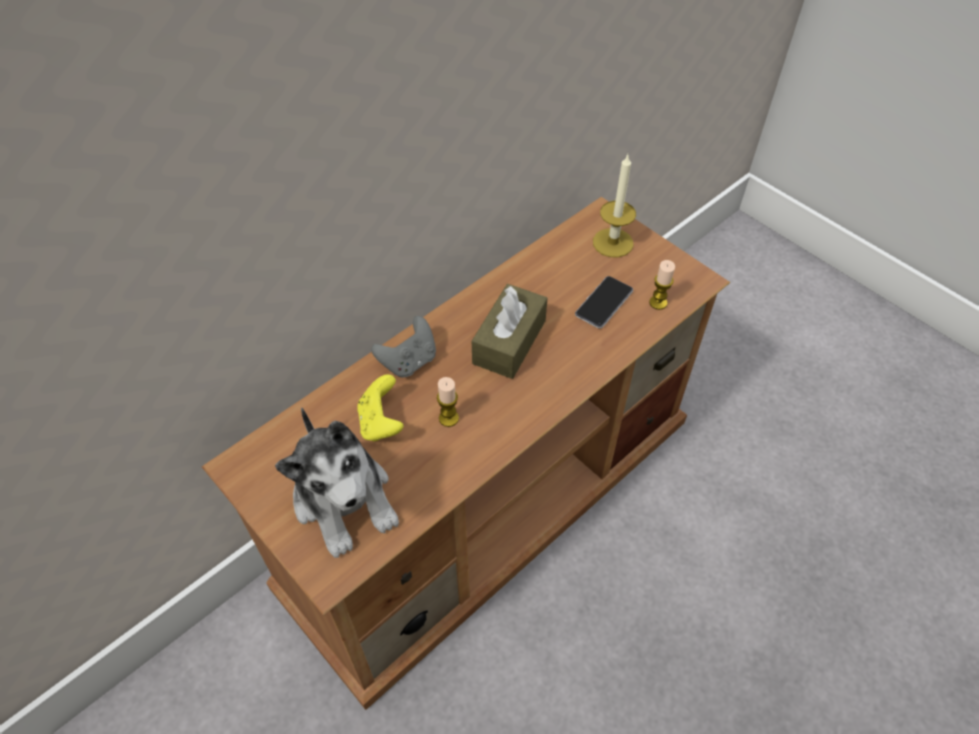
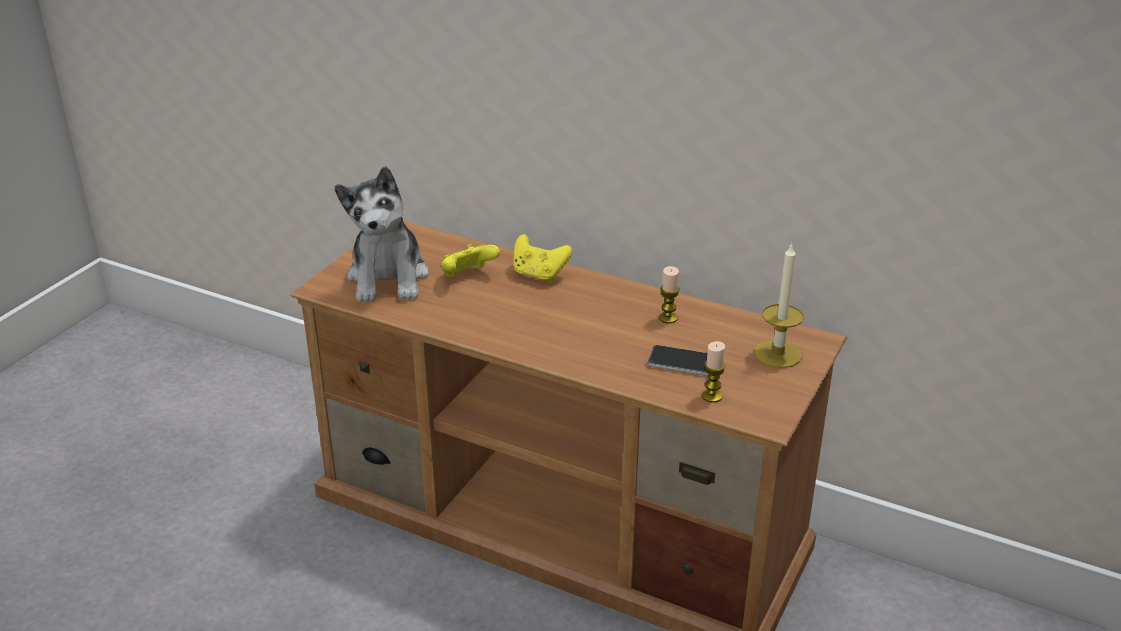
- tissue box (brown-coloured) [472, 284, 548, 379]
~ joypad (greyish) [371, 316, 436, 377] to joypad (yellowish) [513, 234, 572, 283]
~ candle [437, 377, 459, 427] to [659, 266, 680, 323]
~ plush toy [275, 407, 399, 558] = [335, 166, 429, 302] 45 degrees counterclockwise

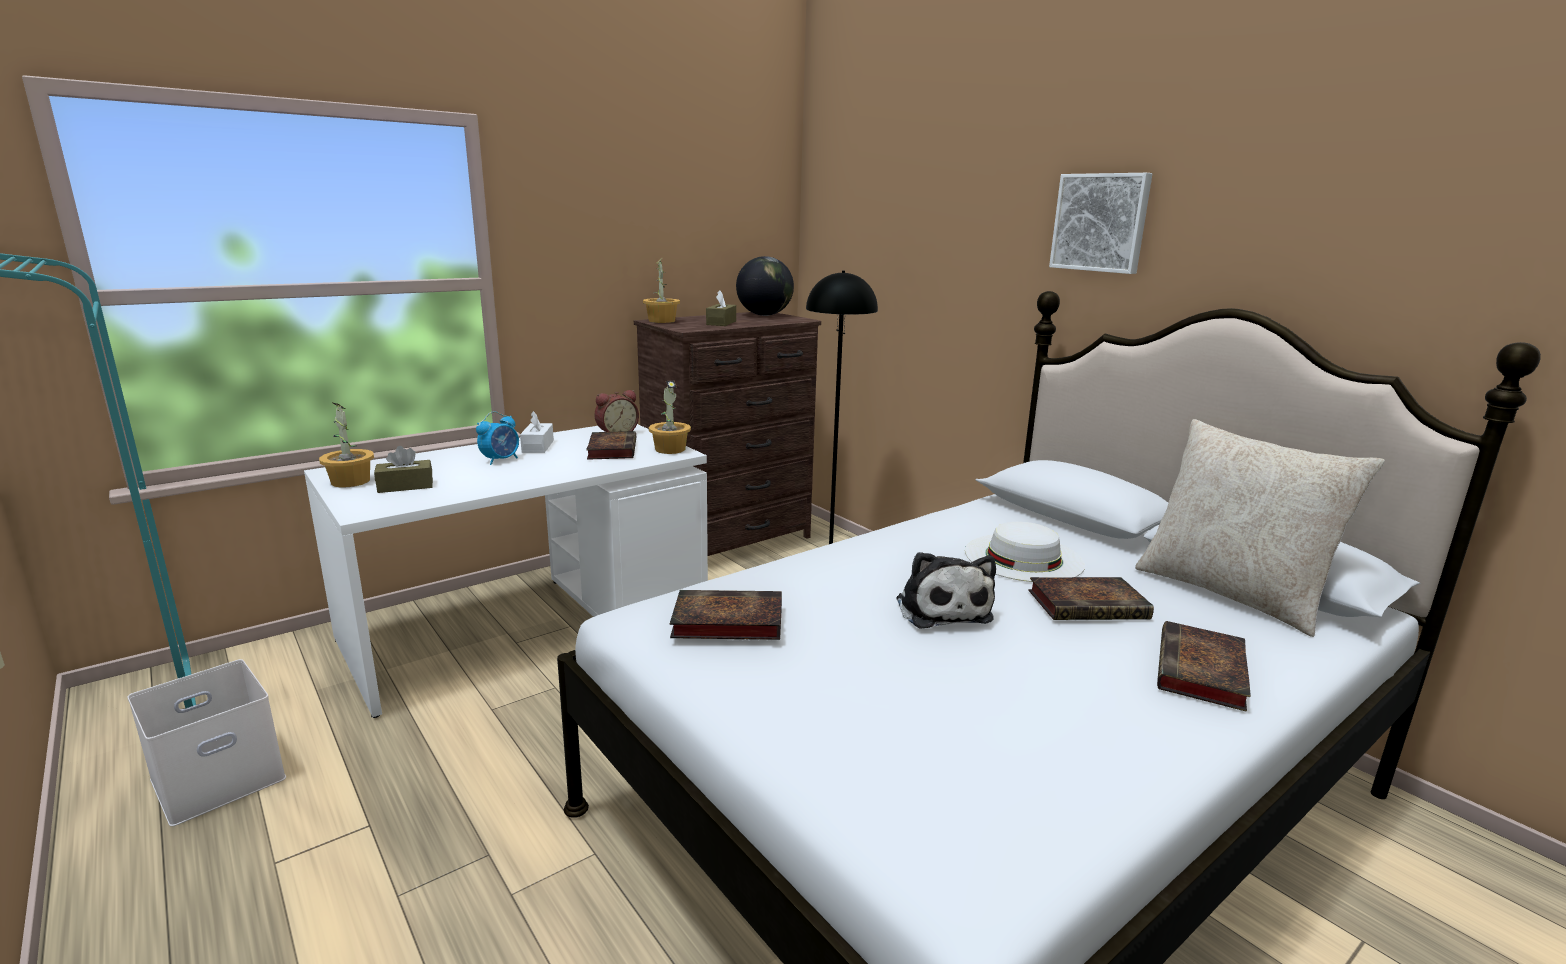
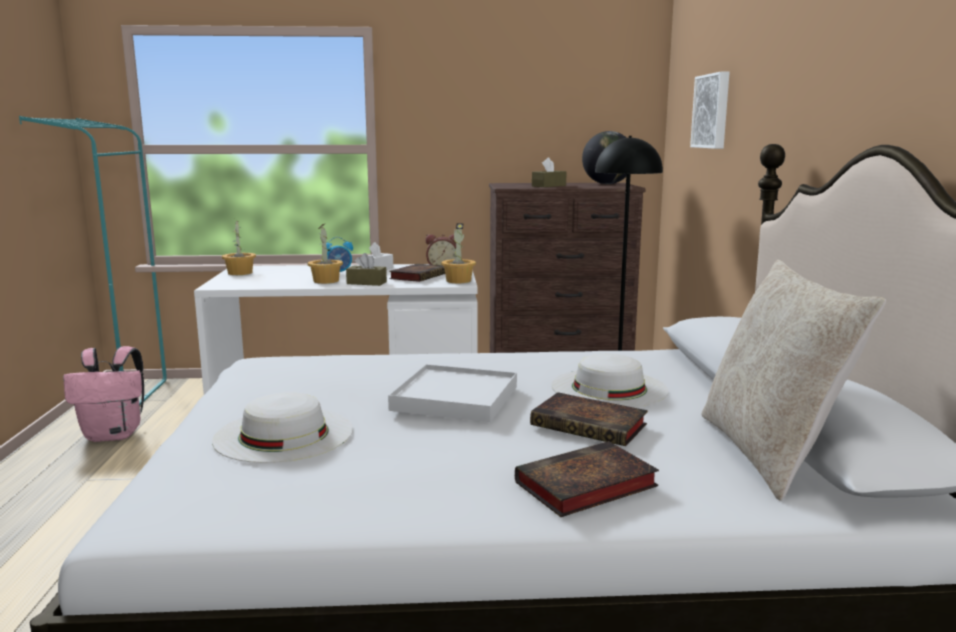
~ wall picture [1049, 173, 1153, 274] to [690, 71, 730, 149]
~ potted plant [643, 258, 680, 323] to [308, 224, 343, 284]
~ tissue box (brown-coloured) [374, 446, 433, 493] to [346, 253, 387, 286]
~ plush toy [896, 552, 996, 628] to carrying tray (whitish) [388, 364, 517, 422]
- volume [670, 590, 782, 640]
~ storage container (whitish) [127, 659, 286, 826] to backpack (pinkish) [63, 346, 144, 442]
+ clothing hat (whitish) [212, 392, 353, 463]

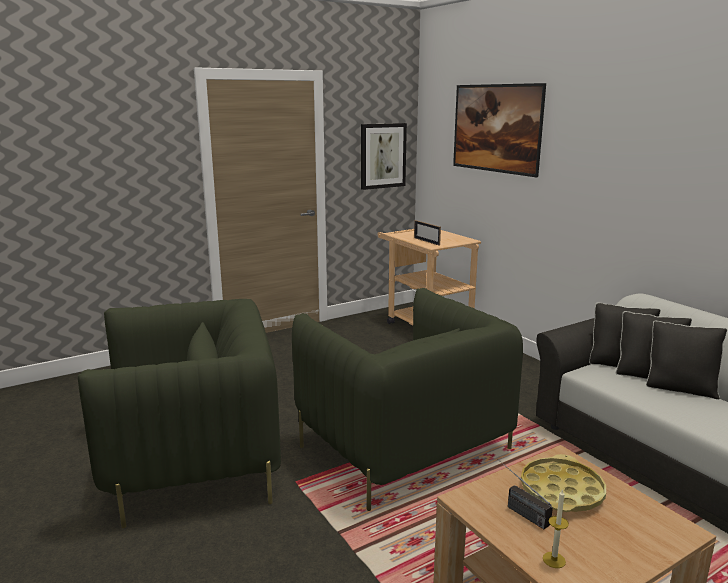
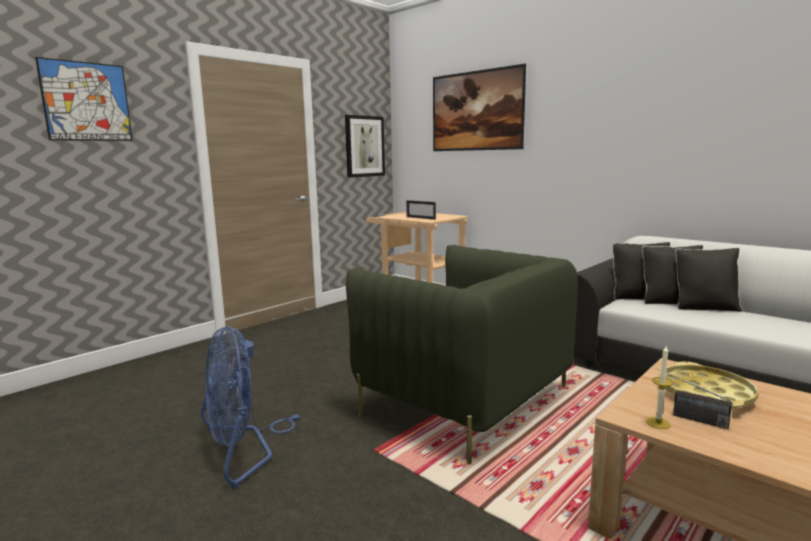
~ easy chair (green-coloured) [78, 299, 281, 528] to fan (bluish) [201, 326, 302, 489]
~ candle [543, 489, 569, 568] to [646, 346, 673, 429]
+ wall picture [35, 57, 133, 141]

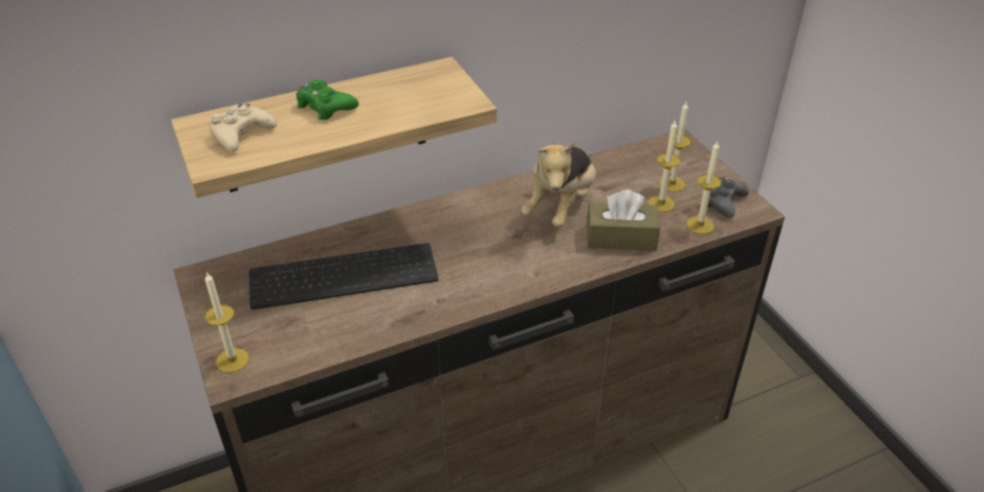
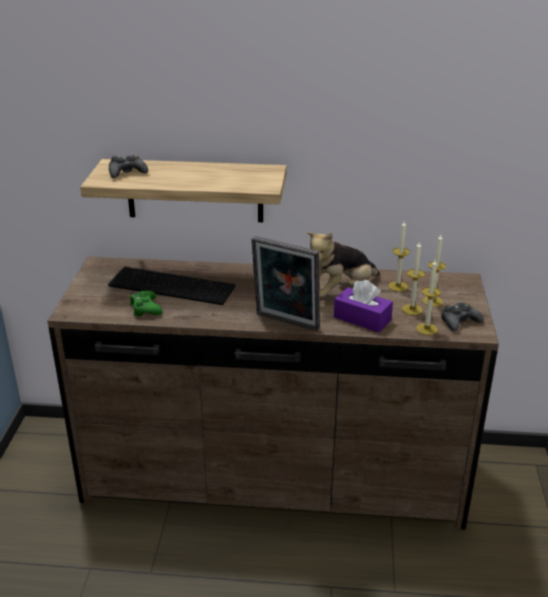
~ joypad (green-coloured) [296, 80, 359, 120] to [130, 291, 163, 317]
~ joypad (sand-coloured) [209, 103, 277, 152] to joypad (black) [109, 155, 148, 178]
~ tissue box (brown-coloured) [587, 190, 660, 251] to tissue box (purplish) [334, 280, 393, 333]
~ candle [205, 273, 249, 373] to [388, 221, 410, 292]
+ picture frame [251, 236, 320, 331]

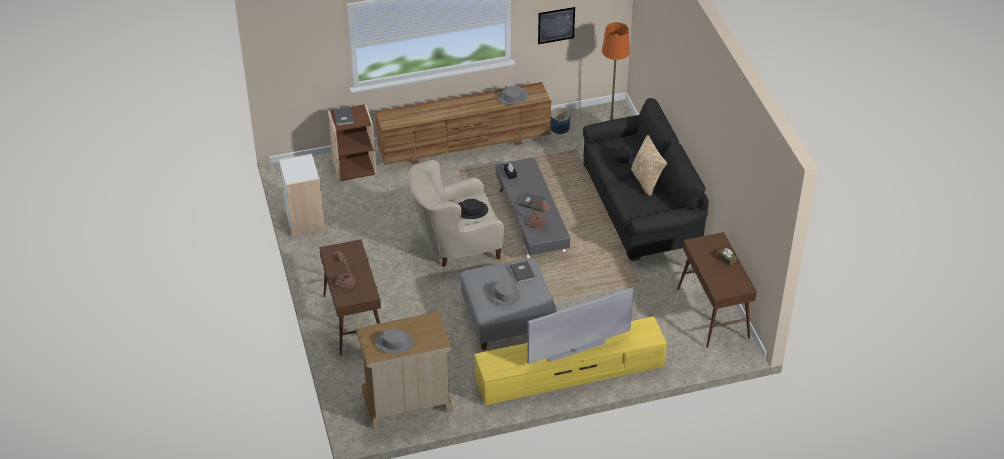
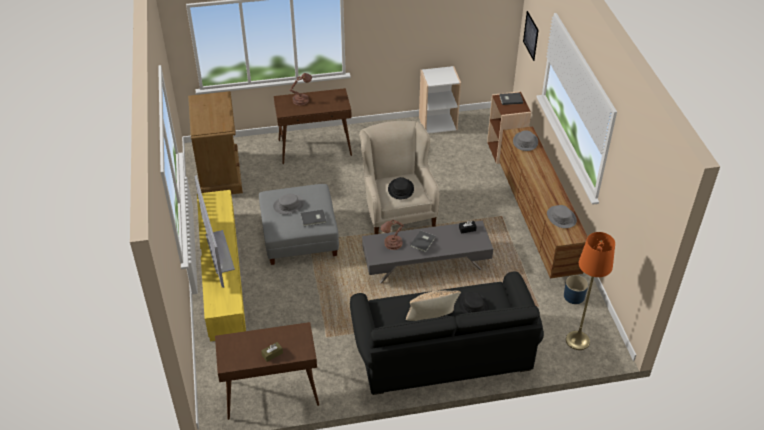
~ wall picture [538, 7, 575, 44] to [523, 11, 539, 61]
~ clothing hat (greyish) [375, 329, 413, 353] to [513, 130, 538, 151]

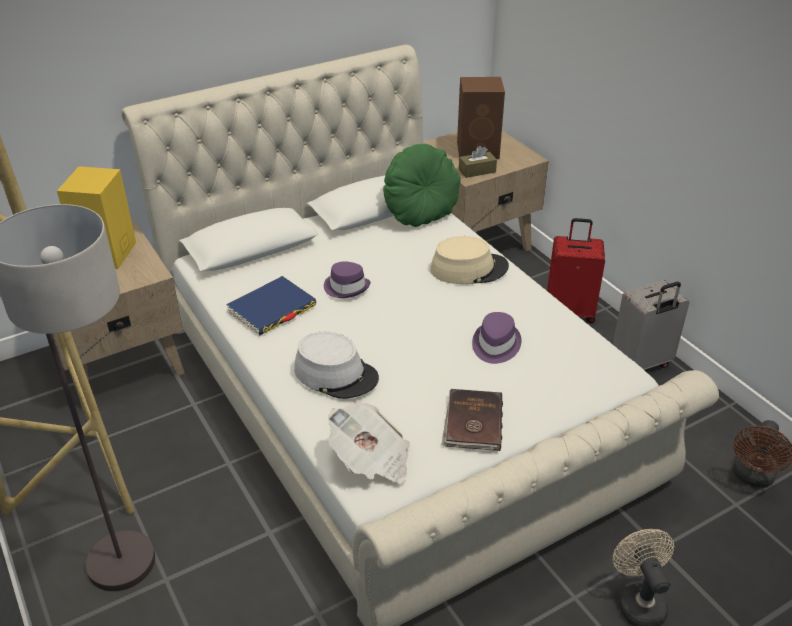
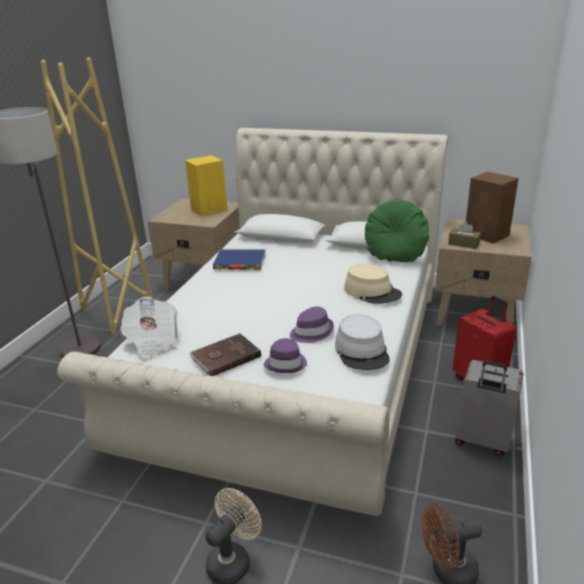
~ clothing hat (purplish) [324, 261, 370, 298] to [264, 338, 307, 373]
~ clothing hat (greyish) [294, 332, 379, 399] to [335, 314, 390, 370]

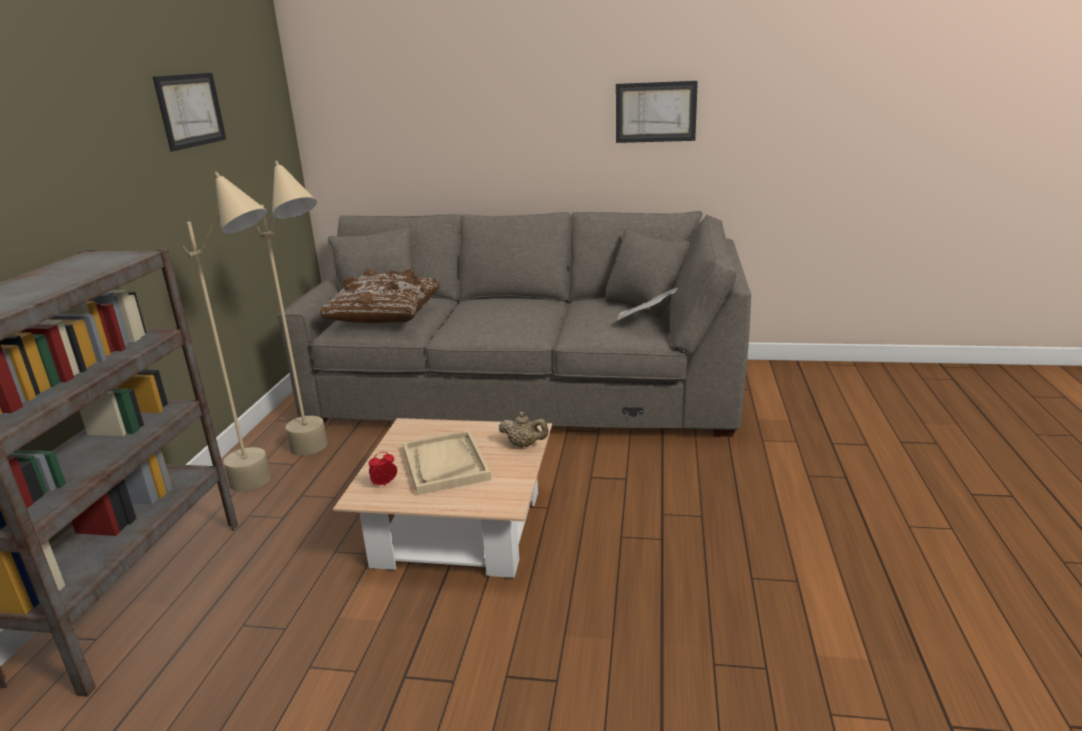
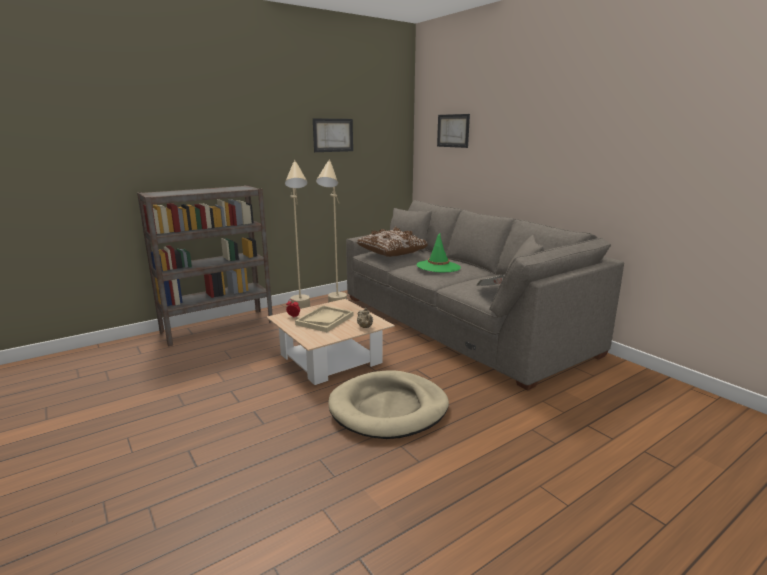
~ wall picture [616, 81, 698, 143] to [437, 114, 470, 148]
+ clothing hat (green-coloured) [416, 233, 461, 273]
+ pet bed (sand-coloured) [328, 370, 449, 439]

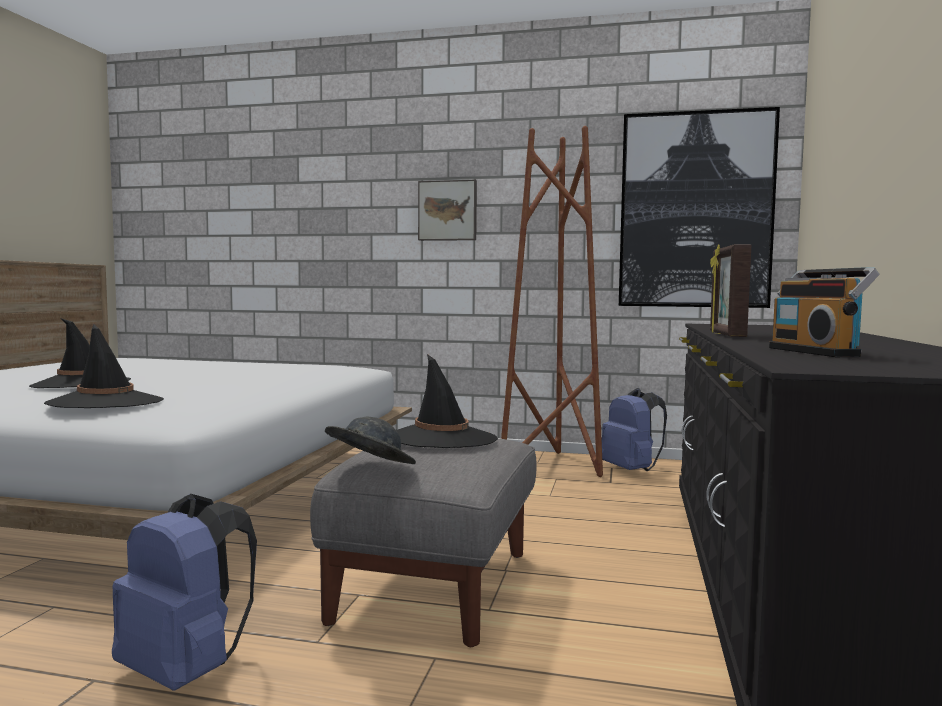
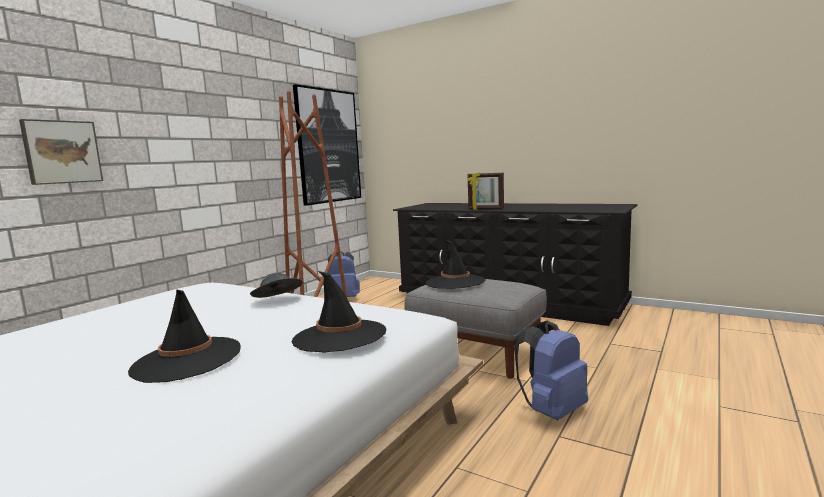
~ wall picture [418, 180, 477, 241] to [19, 119, 103, 185]
- radio set [769, 267, 879, 357]
~ clothing hat (greyish) [325, 416, 416, 464] to [250, 273, 303, 298]

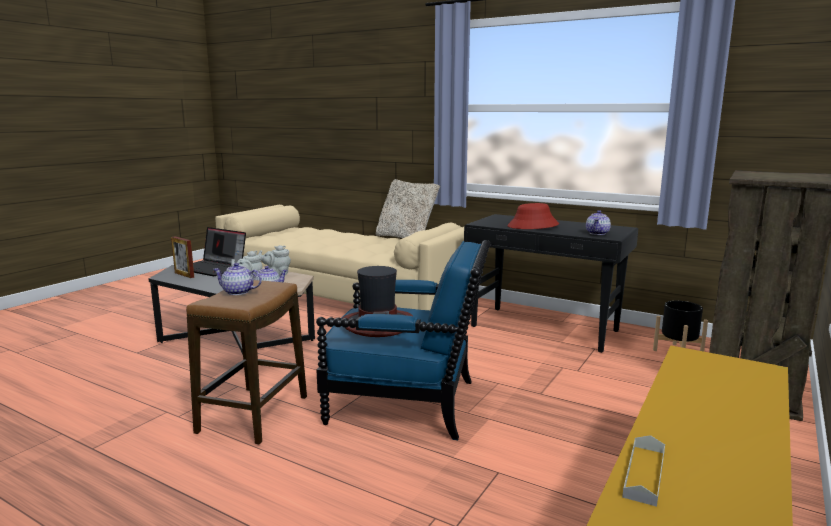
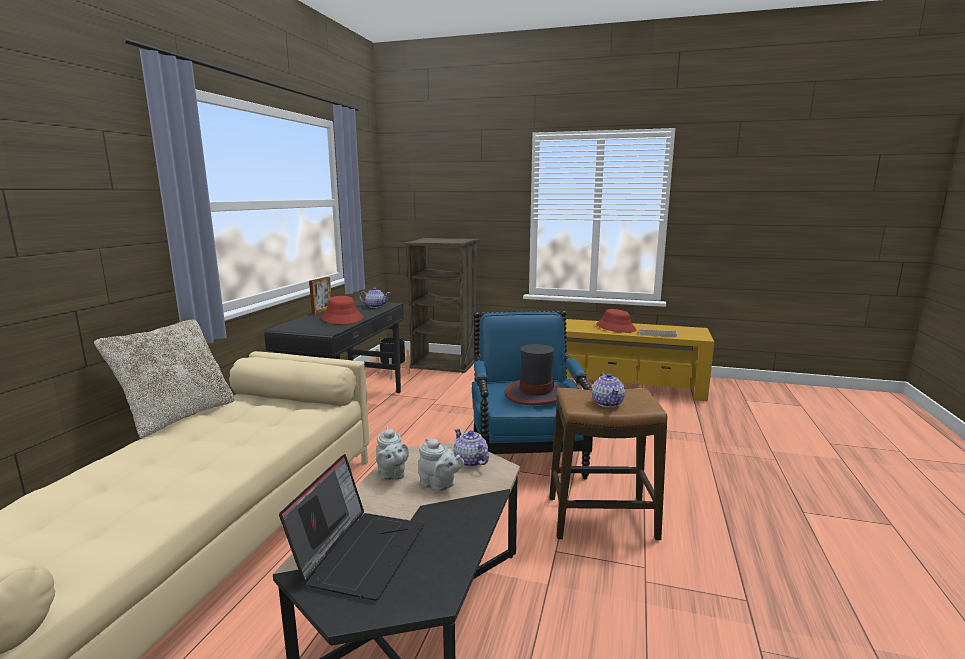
~ picture frame [171, 236, 194, 278] to [309, 277, 331, 315]
+ clothing hat (reddish) [596, 309, 636, 333]

